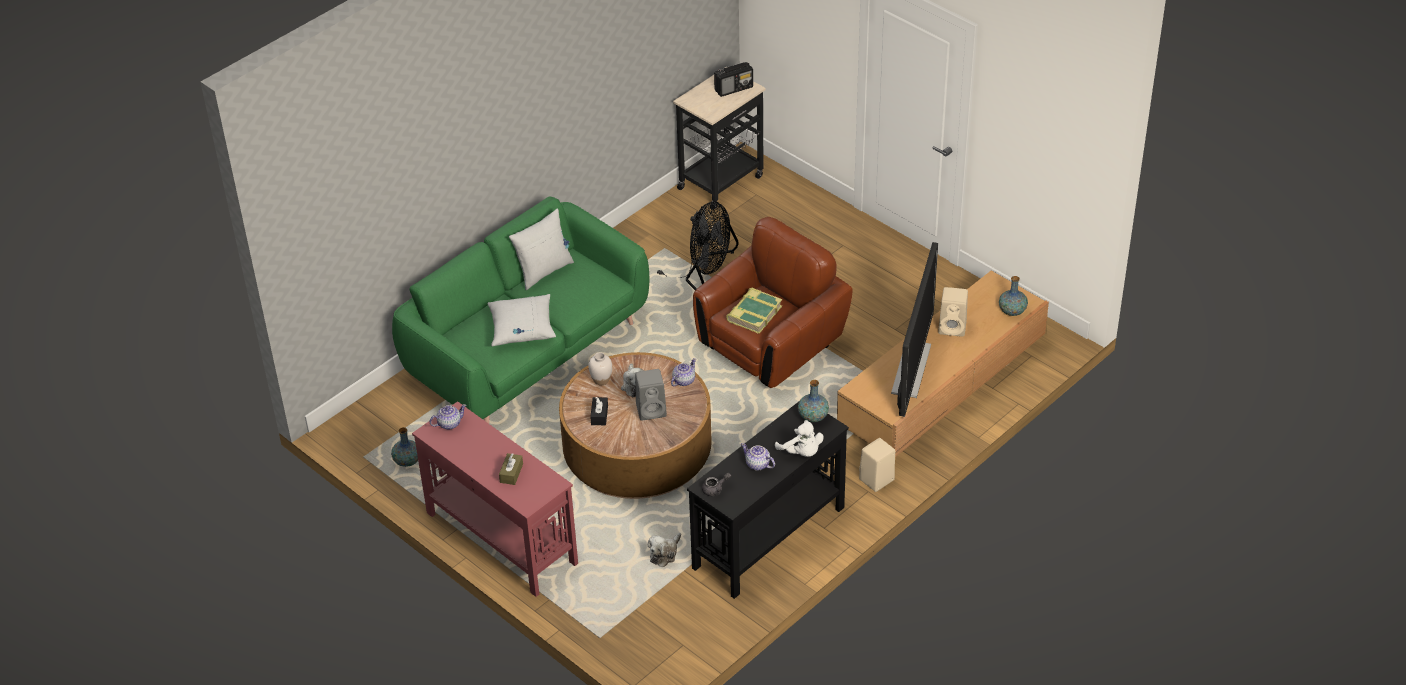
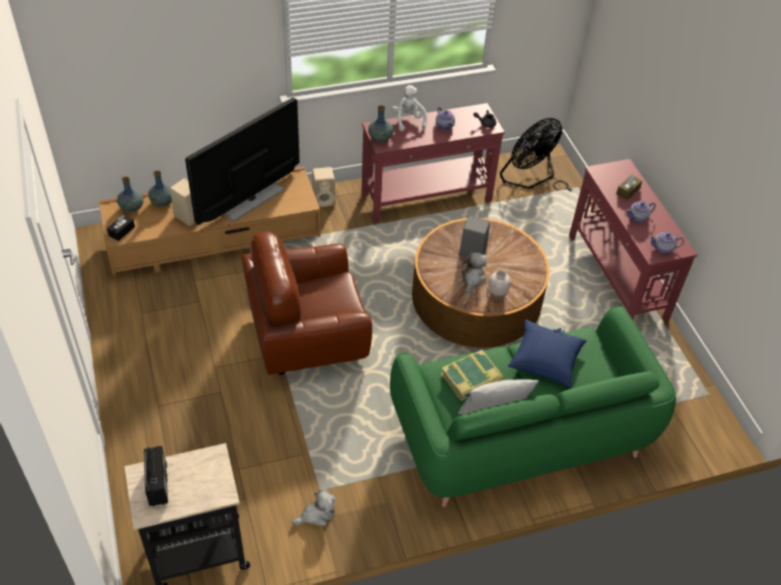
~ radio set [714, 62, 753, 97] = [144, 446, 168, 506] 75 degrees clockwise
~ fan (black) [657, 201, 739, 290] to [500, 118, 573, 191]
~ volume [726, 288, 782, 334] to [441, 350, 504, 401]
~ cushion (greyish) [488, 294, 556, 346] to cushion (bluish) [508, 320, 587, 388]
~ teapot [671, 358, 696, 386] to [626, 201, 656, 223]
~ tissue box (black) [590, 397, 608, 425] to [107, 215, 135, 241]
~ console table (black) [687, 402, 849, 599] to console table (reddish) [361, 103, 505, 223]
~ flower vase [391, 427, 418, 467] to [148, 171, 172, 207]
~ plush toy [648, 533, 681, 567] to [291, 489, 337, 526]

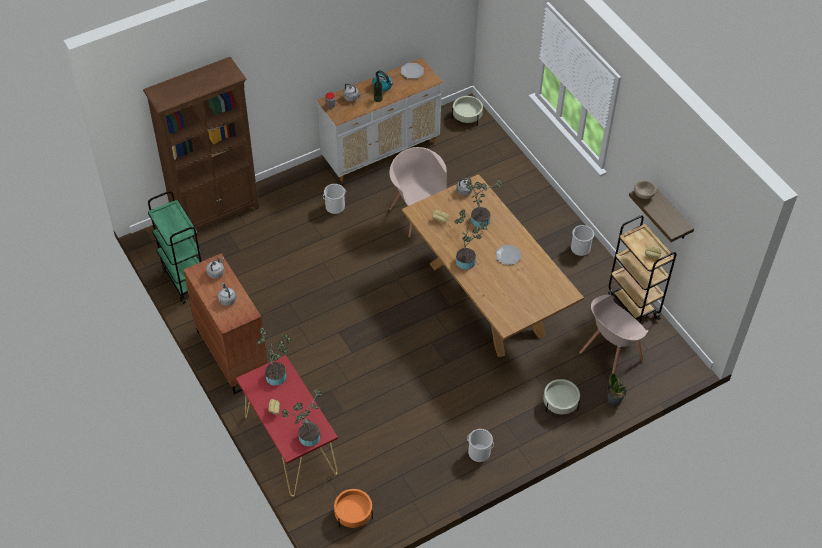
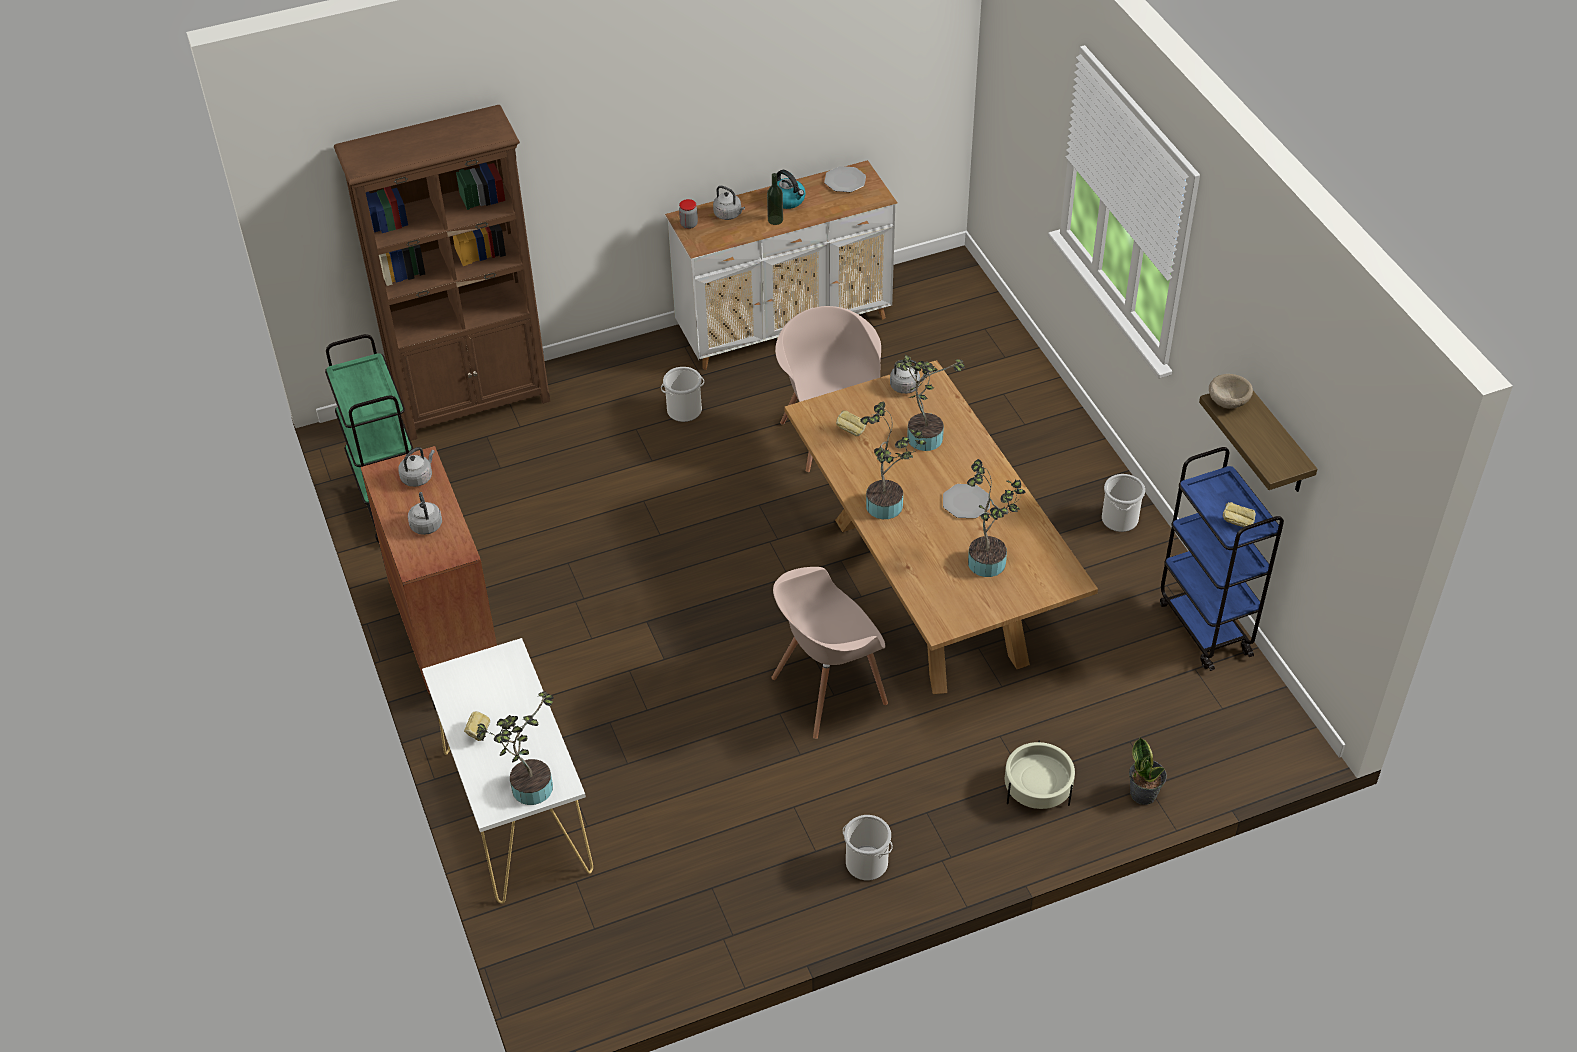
- planter (sand-coloured) [452, 96, 483, 126]
~ trolley (brown-coloured) [608, 215, 677, 323] to trolley (bluish) [1160, 447, 1284, 671]
~ plain chair (sand-coloured) [579, 294, 649, 375] to [771, 567, 888, 739]
~ potted plant [257, 326, 292, 386] to [967, 459, 1026, 577]
~ console table (reddish) [236, 355, 338, 496] to console table (whitish) [422, 638, 593, 904]
- planter (orange) [334, 488, 373, 528]

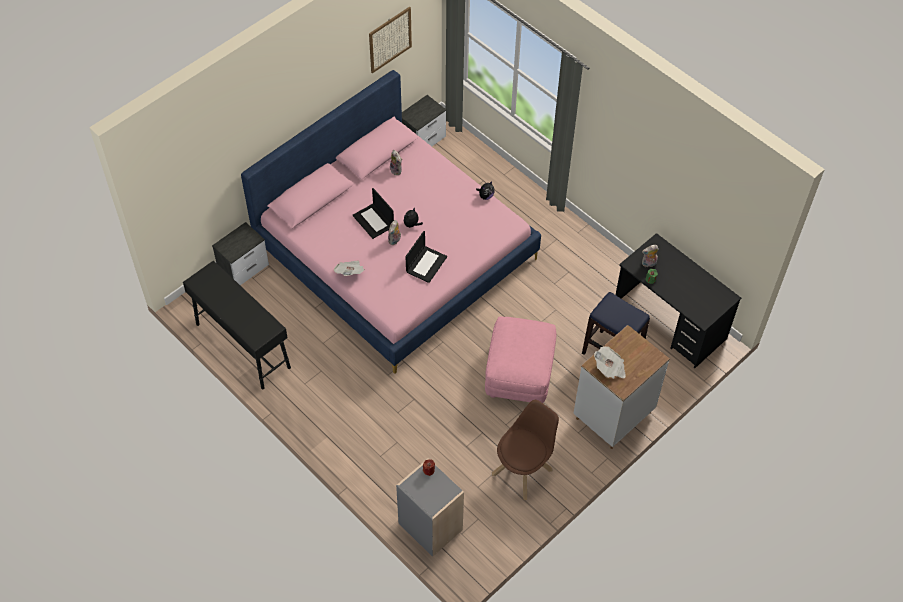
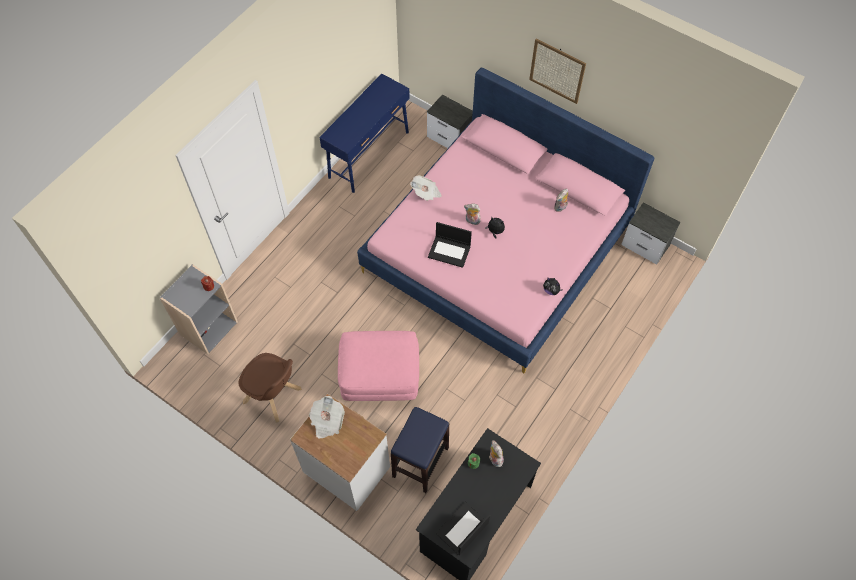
~ wall picture [369, 7, 412, 74] to [529, 39, 586, 104]
~ portable computer [353, 188, 394, 239] to [436, 502, 490, 555]
~ console table (black) [183, 260, 291, 389] to console table (bluish) [319, 74, 410, 193]

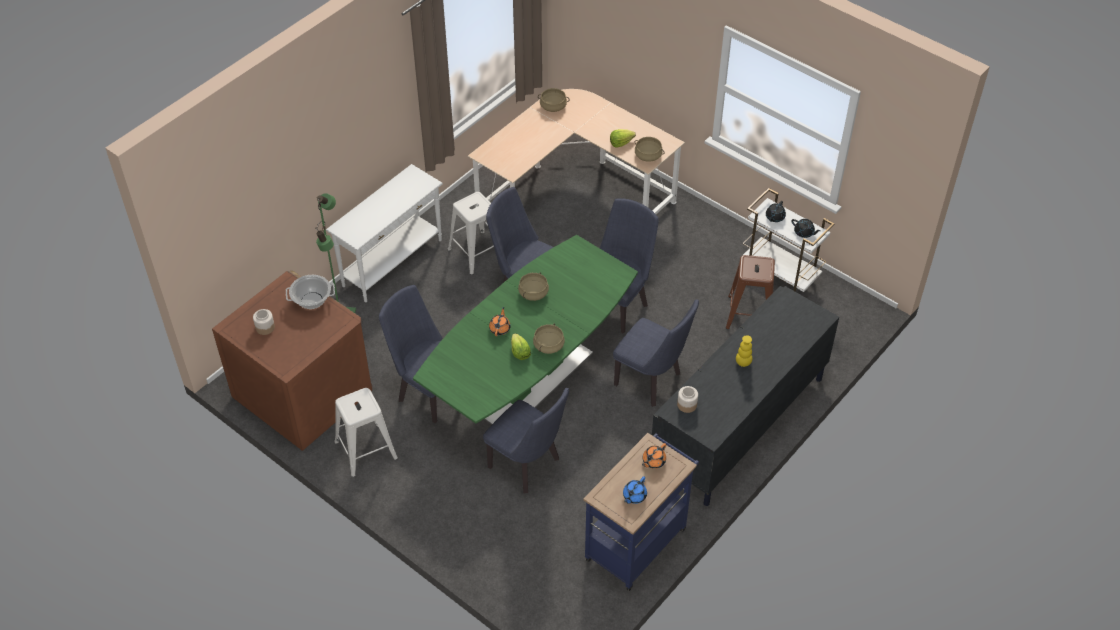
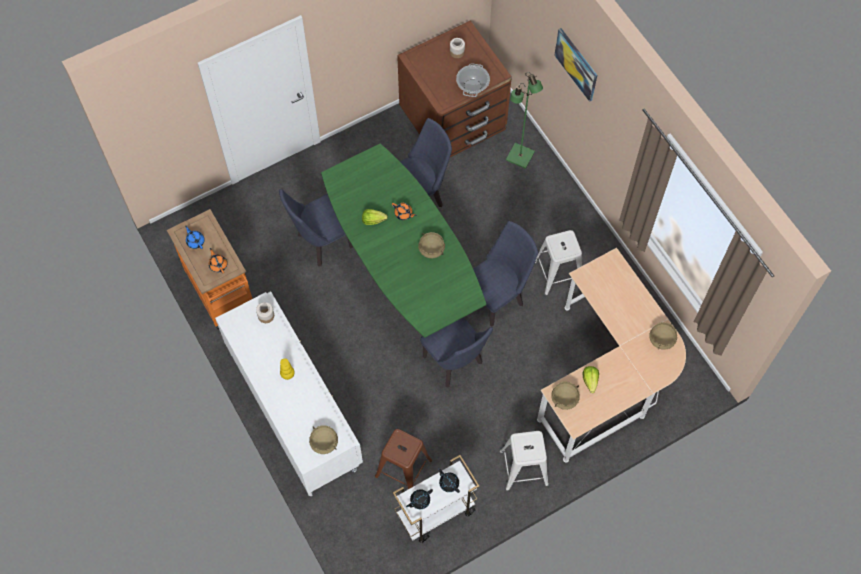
- console table (whitish) [326, 164, 443, 302]
~ cabinet (black) [652, 286, 839, 506] to cabinet (whitish) [215, 291, 363, 496]
- plain chair (bluish) [613, 299, 699, 407]
~ cooking pot (sand-coloured) [533, 324, 565, 354] to [309, 425, 338, 454]
~ stool seat (whitish) [334, 388, 398, 477] to [500, 431, 549, 491]
~ trolley (bluish) [583, 433, 699, 591] to trolley (orange) [167, 209, 252, 330]
+ wall picture [554, 28, 597, 102]

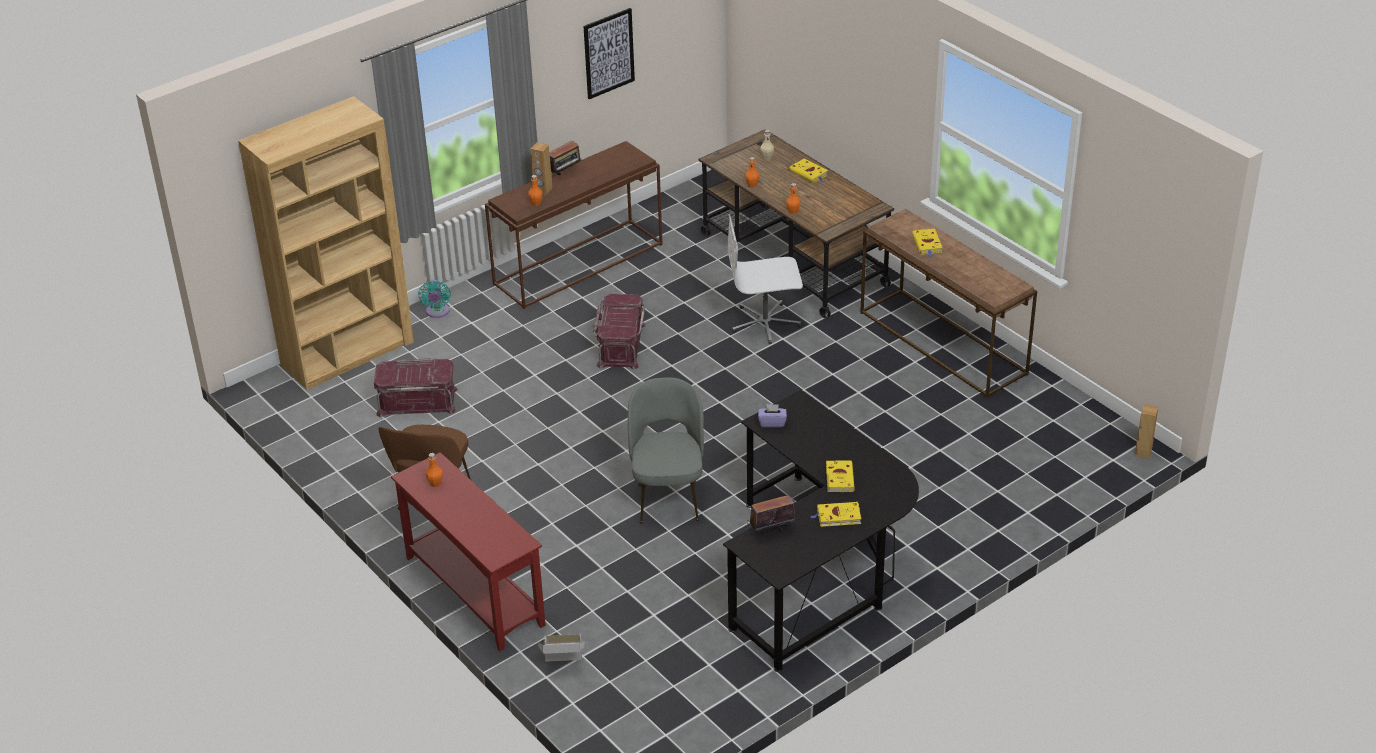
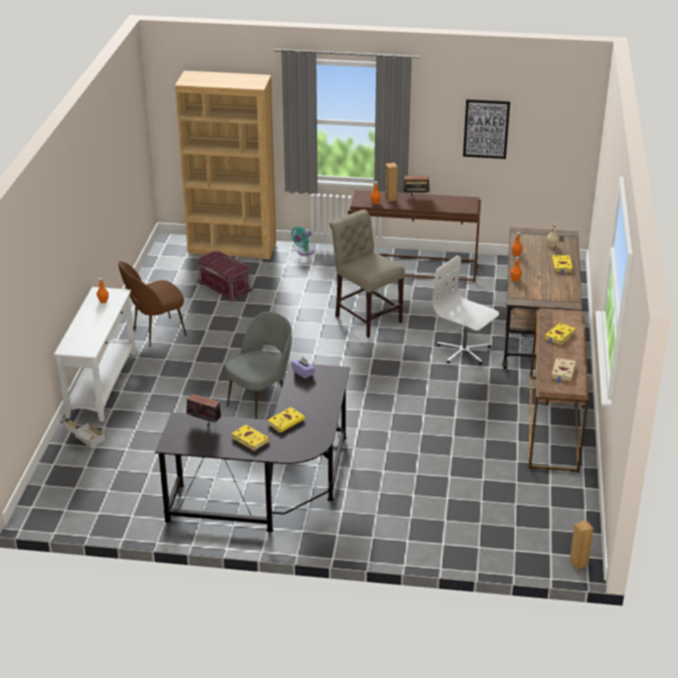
~ storage container (reddish) [593, 294, 646, 370] to plain chair (sand-coloured) [330, 209, 405, 338]
~ console table (reddish) [391, 452, 546, 651] to console table (whitish) [54, 287, 136, 422]
+ volume (sand-coloured) [551, 358, 576, 383]

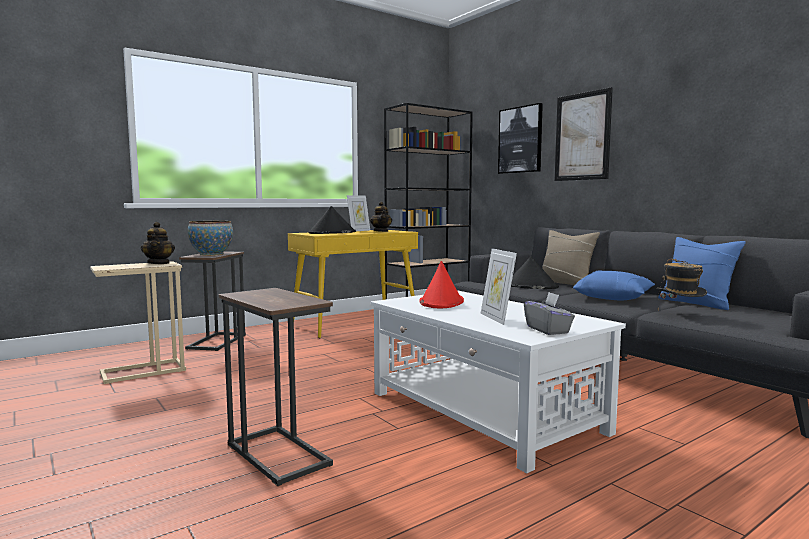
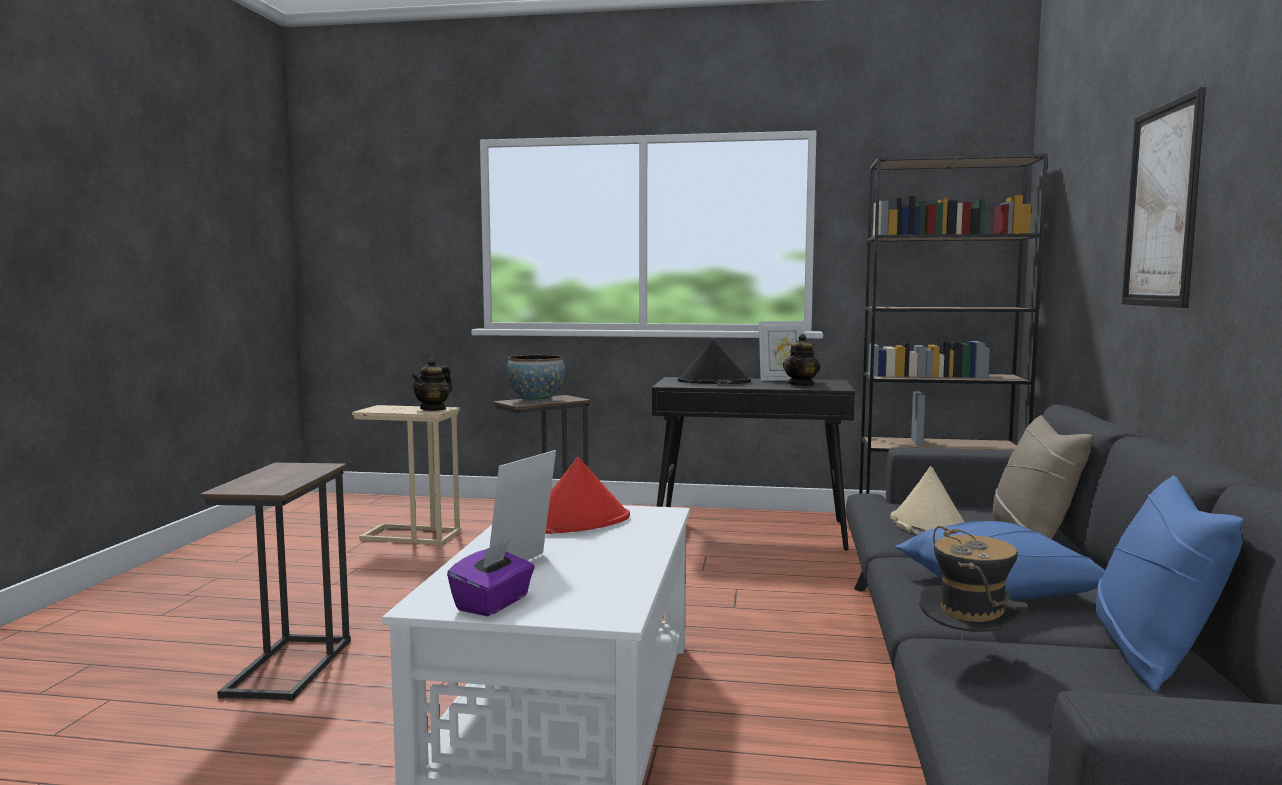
- wall picture [498, 103, 543, 174]
~ console table (yellowish) [288, 230, 418, 338] to console table (black) [652, 377, 855, 551]
~ clothing hat (black) [511, 256, 559, 289] to clothing hat (sand-coloured) [890, 466, 964, 535]
~ tissue box (greyish) [524, 292, 575, 335] to tissue box (purplish) [447, 540, 535, 616]

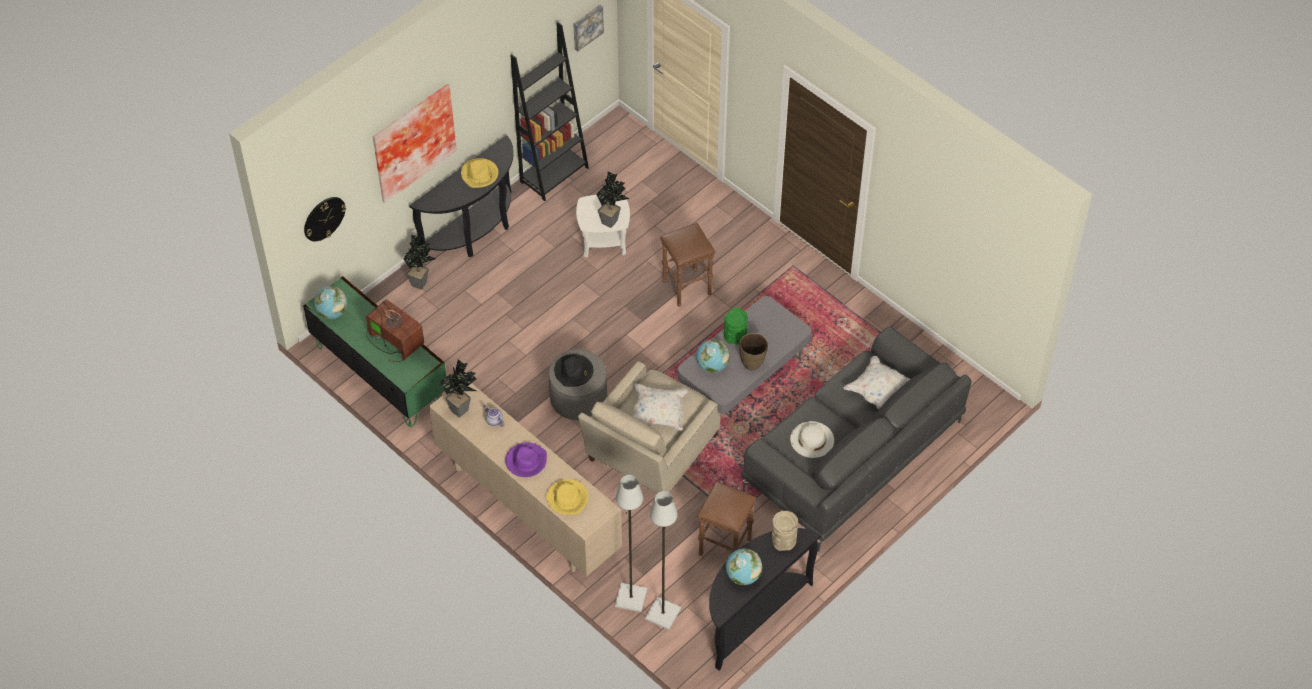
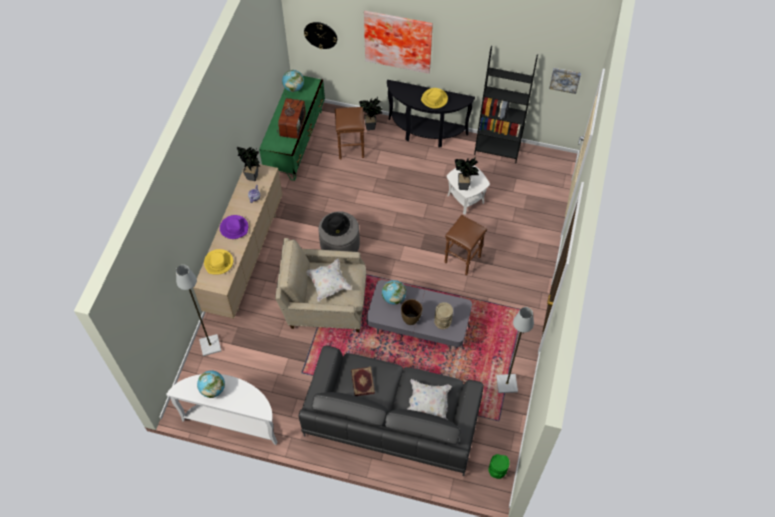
~ flower vase (green-coloured) [724, 308, 748, 345] to [488, 454, 510, 479]
~ clothing hat (whitish) [790, 421, 834, 458] to volume [351, 367, 375, 396]
~ stool seat (brown-coloured) [697, 481, 757, 556] to [335, 107, 365, 159]
~ standing lamp (greyish) [645, 491, 681, 630] to [496, 307, 534, 393]
~ flower vase (sand-coloured) [772, 511, 798, 551] to [434, 302, 453, 329]
~ console table (black) [709, 528, 821, 671] to console table (whitish) [166, 374, 278, 445]

